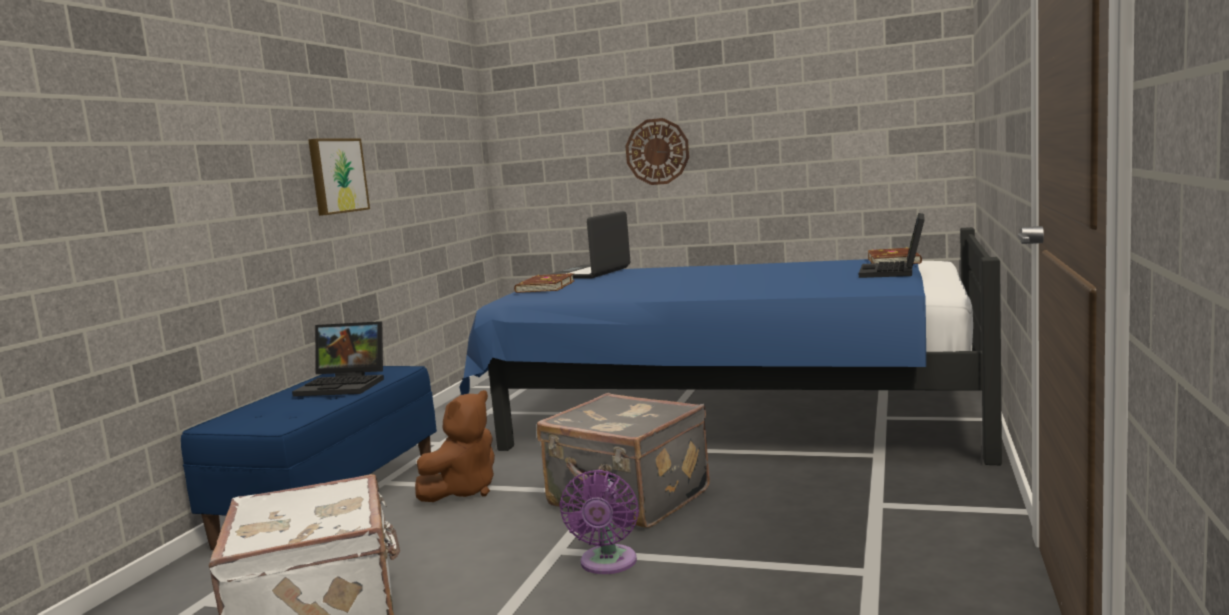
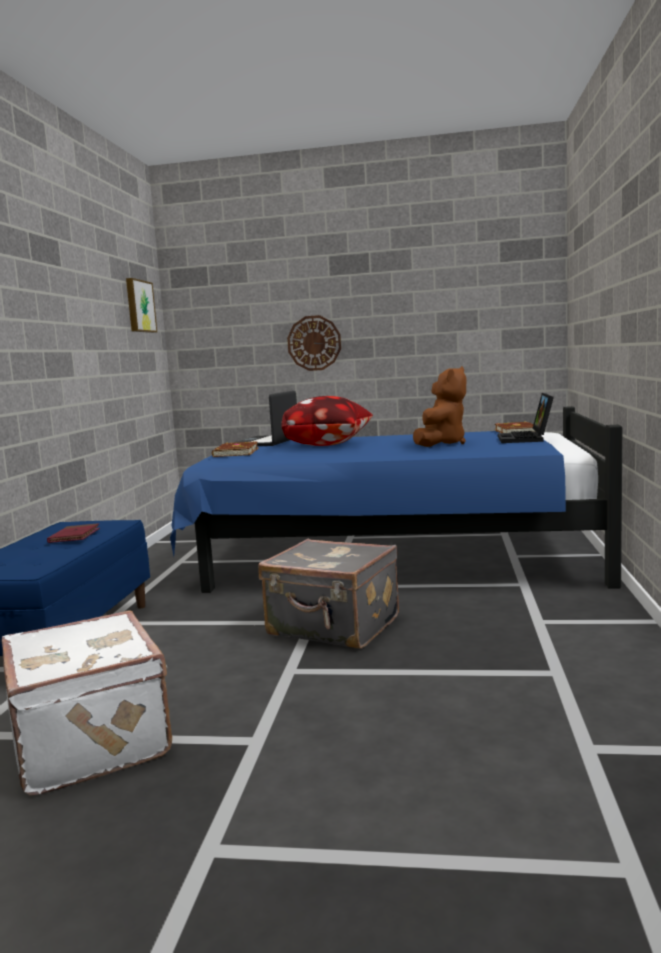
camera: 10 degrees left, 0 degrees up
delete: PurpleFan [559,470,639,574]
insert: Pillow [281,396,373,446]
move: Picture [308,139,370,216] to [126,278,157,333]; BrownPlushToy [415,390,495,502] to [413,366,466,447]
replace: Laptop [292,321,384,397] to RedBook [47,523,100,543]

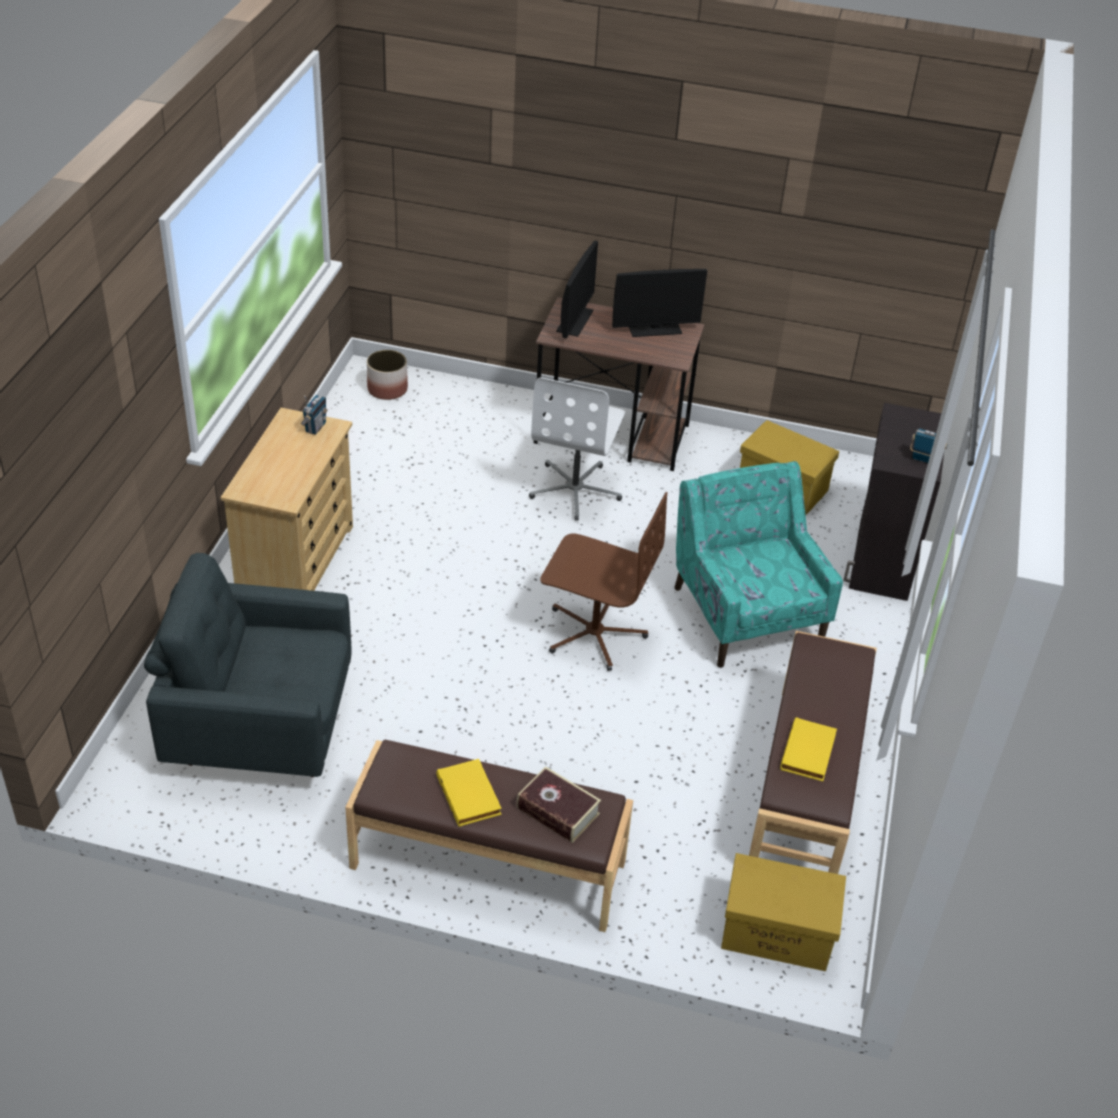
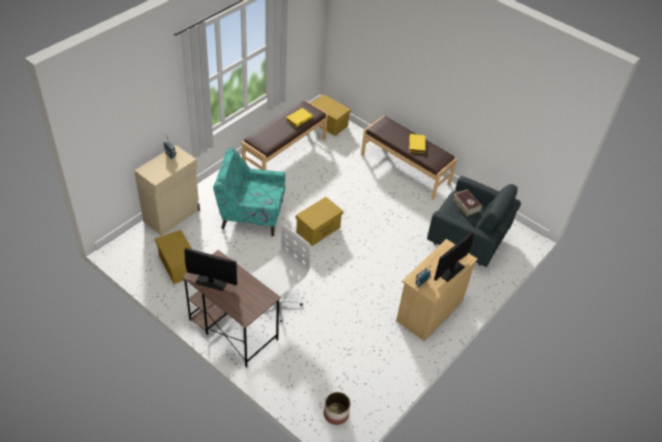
camera: 155 degrees left, 5 degrees up
move: Book [517,766,601,843] to [453,189,482,216]; Monitor [556,241,598,339] to [434,232,473,282]
replace: BrownOfficeChair [540,492,668,671] to YellowStorageBox [296,197,343,246]
recolor: BlackCabinet [843,403,944,601] to BeigeCabinet [134,145,200,236]
rotate: TurquoiseArmchair [674,461,843,668] = [213,148,285,237] 90 degrees clockwise

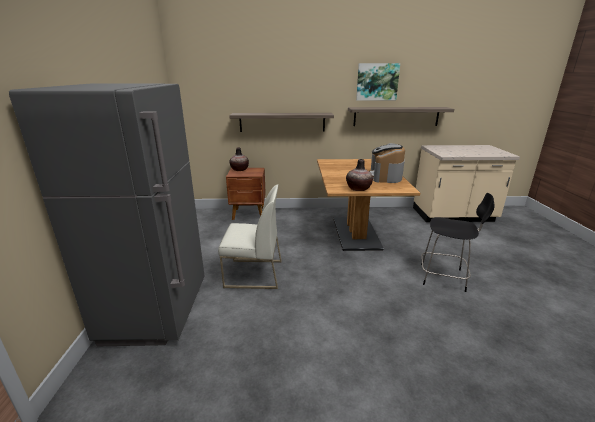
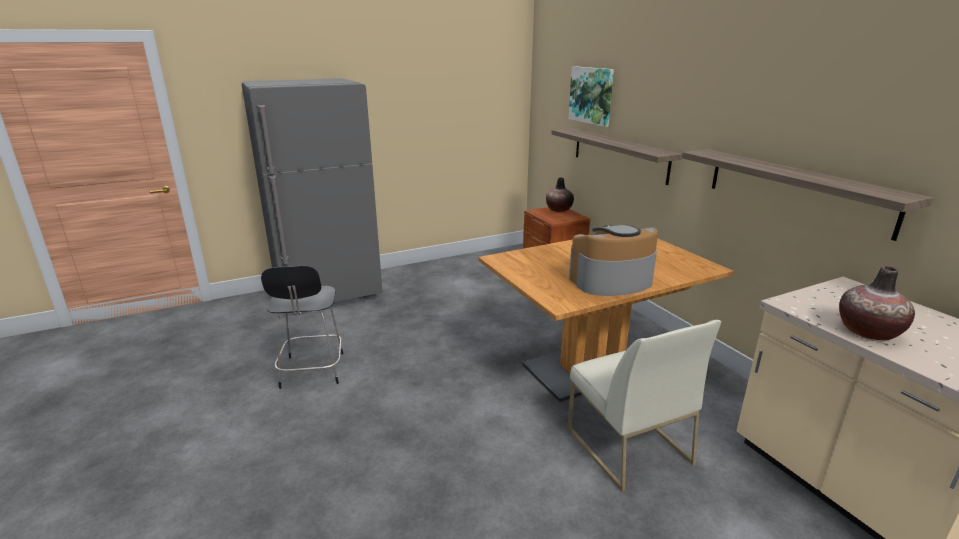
camera: 65 degrees right, 0 degrees up
move: WhiteChair [218,184,282,289] to [567,320,721,492]; Vase [346,159,373,191] to [839,266,915,340]; Picture [356,63,400,100] to [568,66,614,127]; BlackStool [421,193,494,292] to [261,266,343,389]

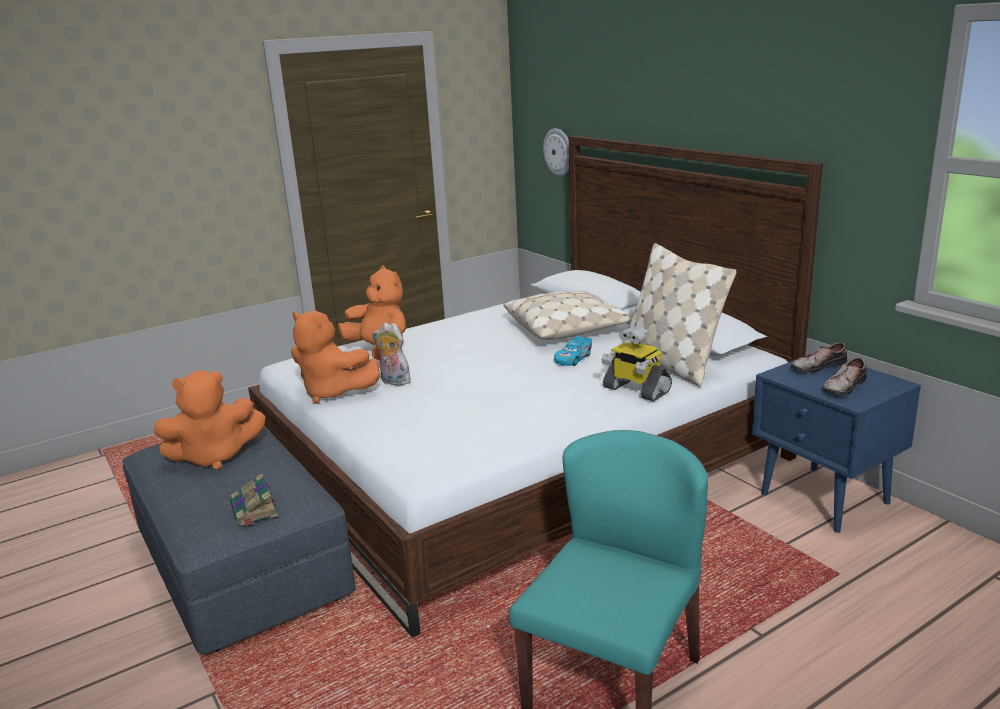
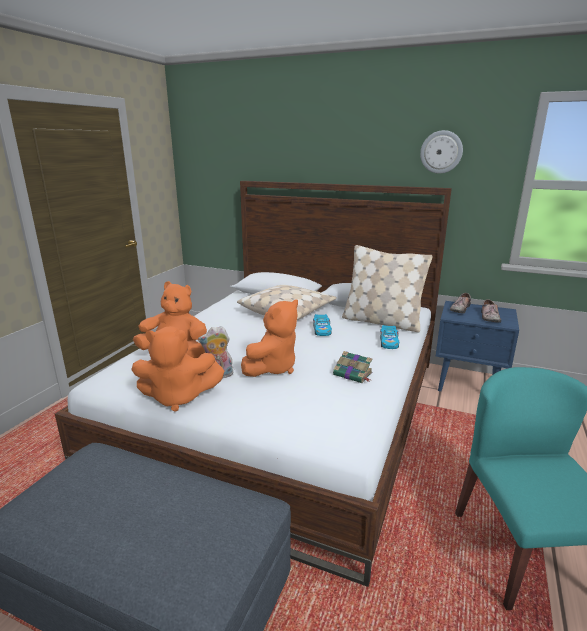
camera: 35 degrees left, 0 degrees up
move: OrangePlushToy [153,370,265,470] to [241,299,298,377]; Book [230,473,278,527] to [333,351,372,383]; WallClock [543,128,569,176] to [420,130,463,174]
replace: ToyRobot [601,326,672,401] to ToyCar [380,325,399,349]

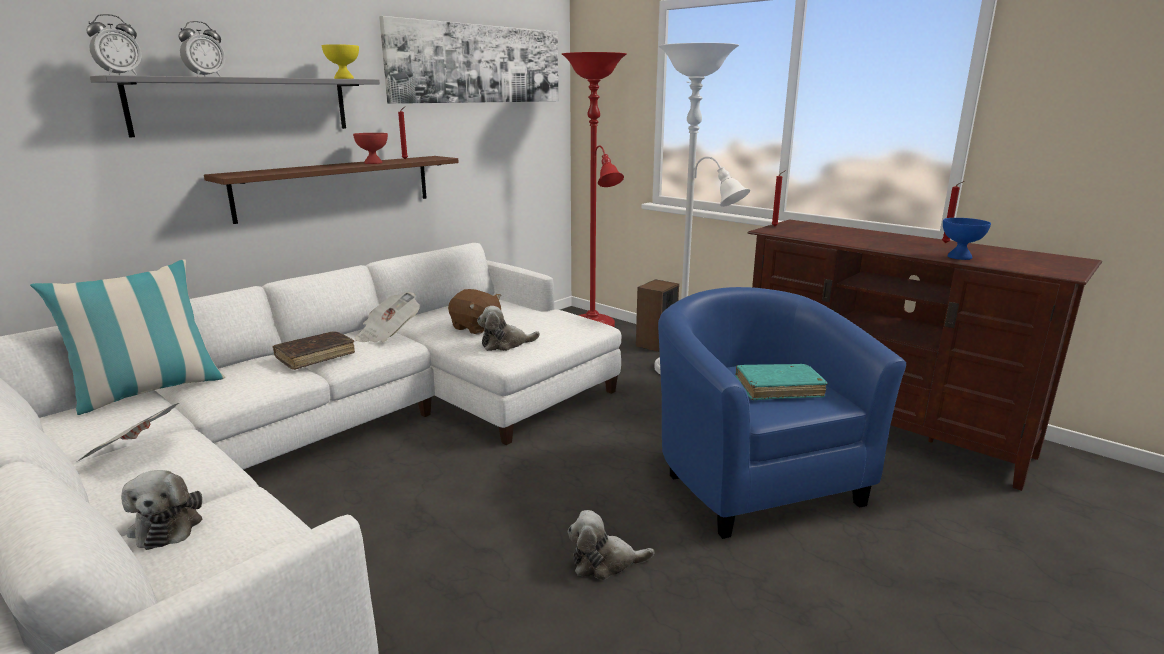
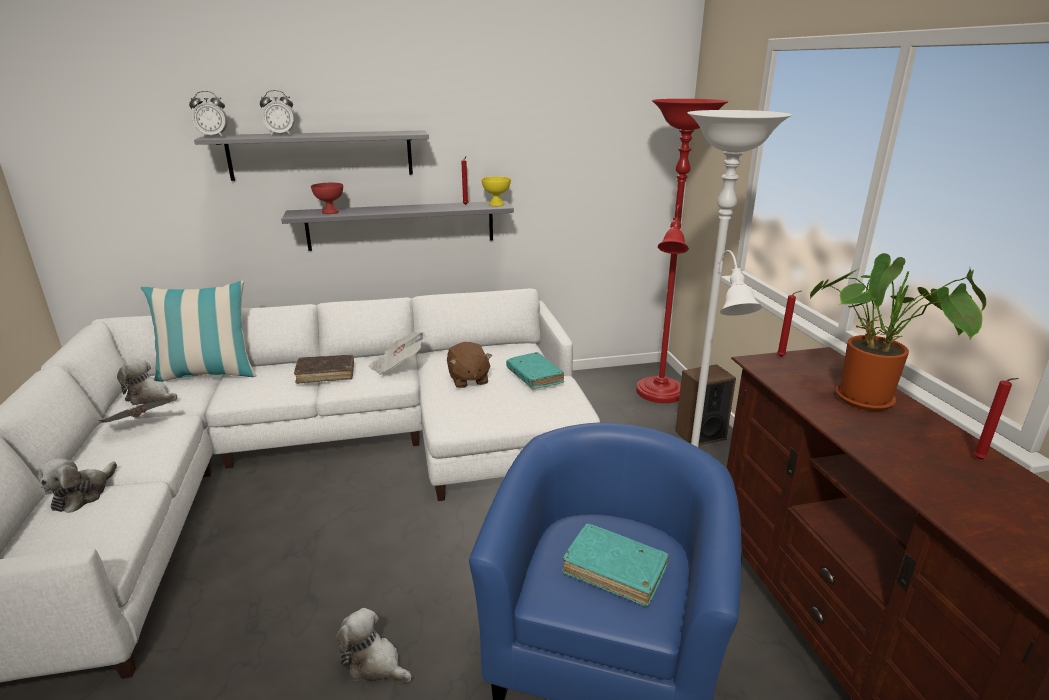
camera: 35 degrees right, 5 degrees up
delete: Picture [379,16,558,104]; BlueBowl [943,218,991,260]
insert: TurquoiseBook [506,352,564,388]; PottedPlant [809,253,986,411]
move: YellowBowl [322,44,359,79] to [481,176,511,206]; RedBowl [353,133,388,164] to [311,183,343,214]; PlushToy [477,306,540,351] to [117,359,177,405]
recolor: BrownShelf [204,156,459,224] to GreyShelf [281,201,514,251]

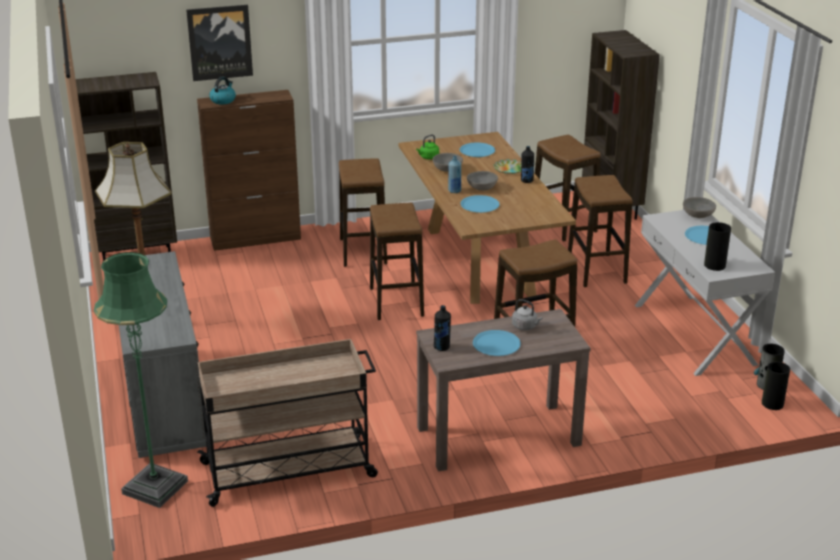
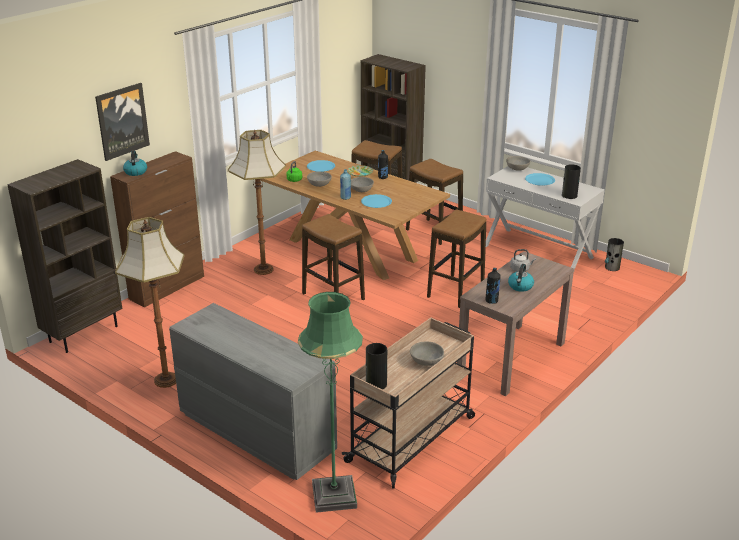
camera: 35 degrees left, 0 degrees up
insert: GreyBowl [410,341,444,366]
move: Vase [762,362,790,410] to [366,343,387,389]
replace: Stool [339,158,387,267] to FloorLamp [228,130,286,275]; BluePlate [473,330,521,356] to Kettle [508,264,534,292]

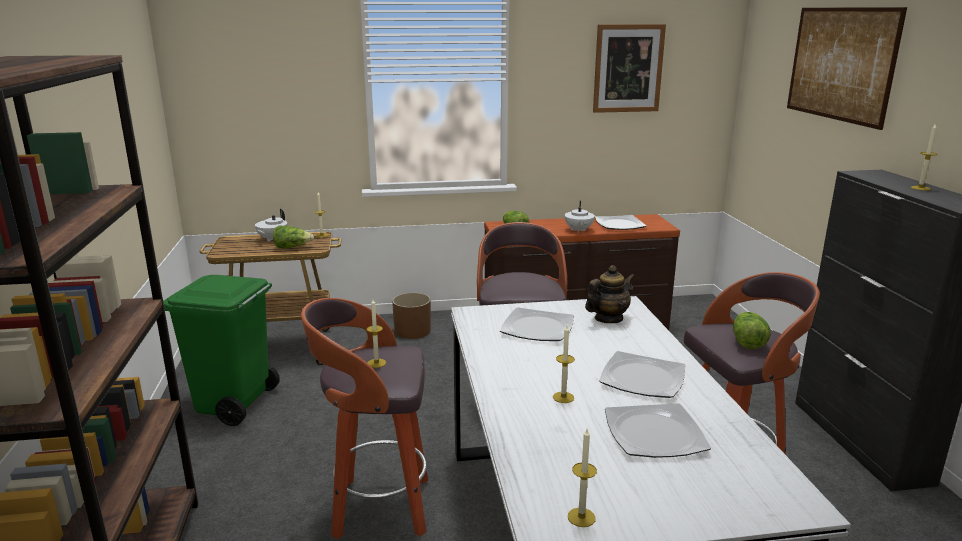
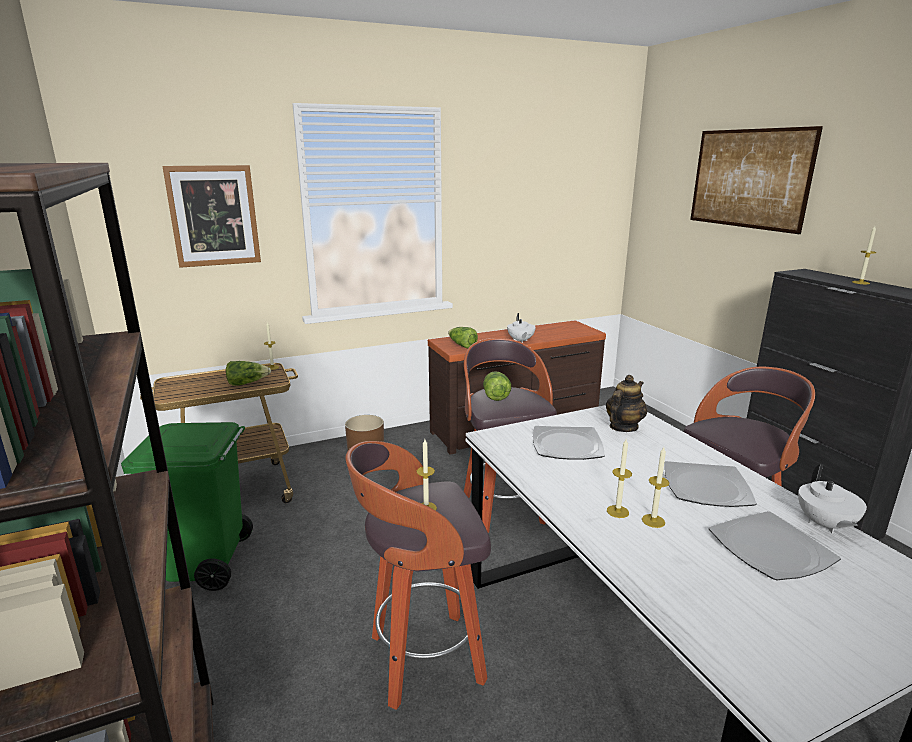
camera: 15 degrees left, 0 degrees up
delete: Plate [595,215,646,230]
move: WhiteTeapot [255,209,287,242] to [798,465,867,534]; Candle [568,429,597,527] to [607,439,632,518]; Picture [593,24,666,113] to [162,165,261,268]; Lettuce [733,312,771,349] to [483,371,511,401]

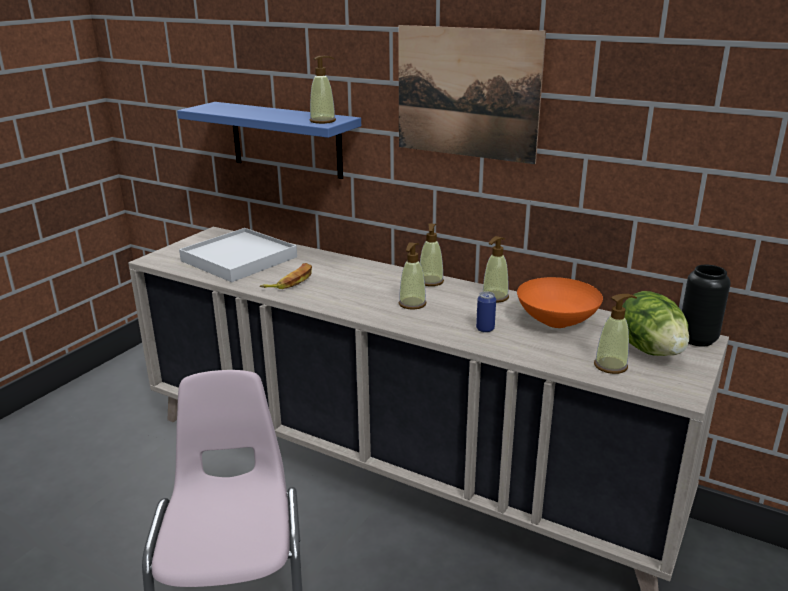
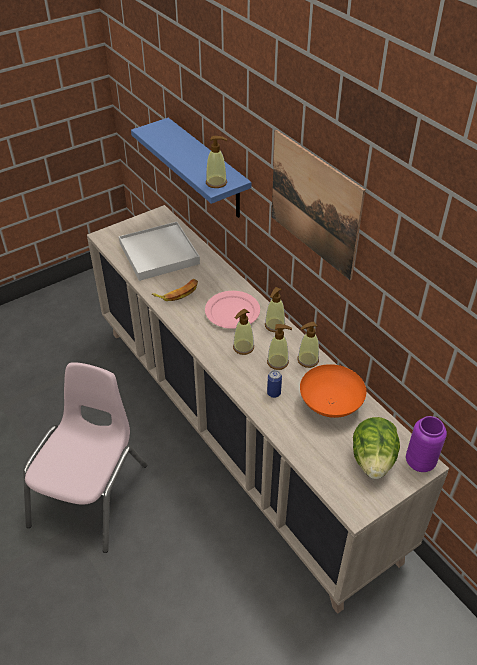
camera: 25 degrees right, 20 degrees up
insert: PinkPlate [205,291,260,329]
move: SoapDispenser [594,294,637,374] to [267,324,292,370]
recolor: BlackVase [682,265,731,347] to PurpleVase [406,416,447,472]

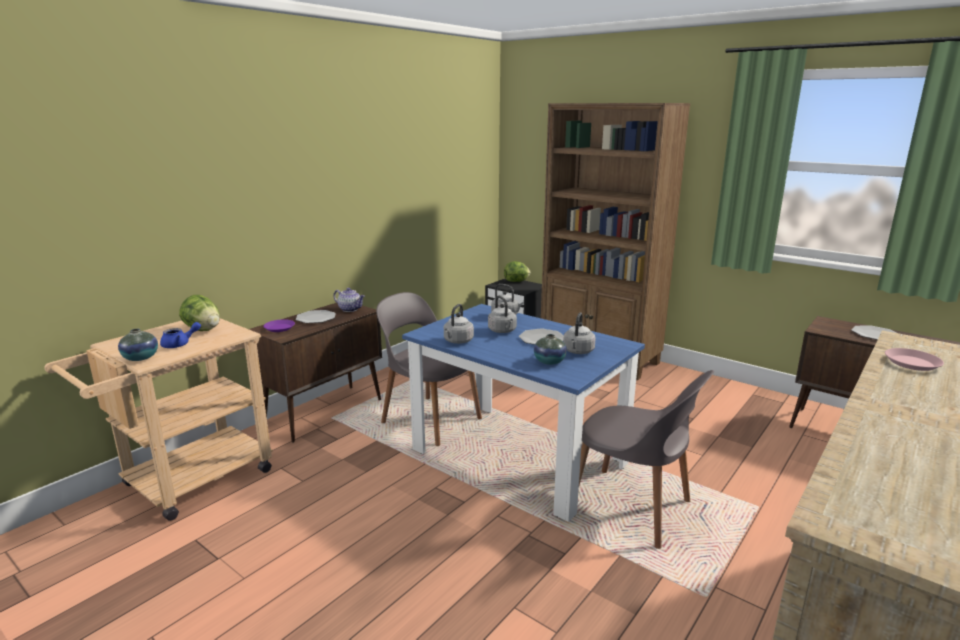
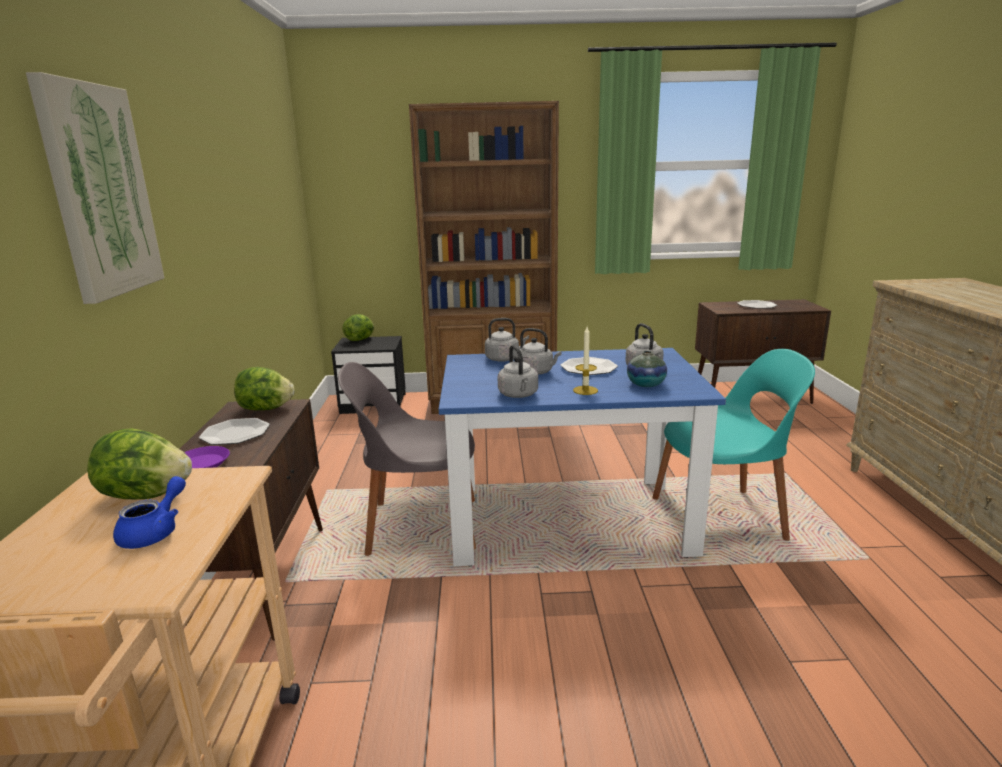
camera: 40 degrees left, 0 degrees up
delete: Vase [118,329,158,361]; PinkPlate [885,348,944,371]
insert: Picture [26,72,164,304]; Candle [573,327,598,395]
replace: Teapot [333,288,365,312] to Lettuce [234,367,294,410]
recolor: GreyChair [579,370,714,549] to TurquoiseChair [652,349,815,541]

